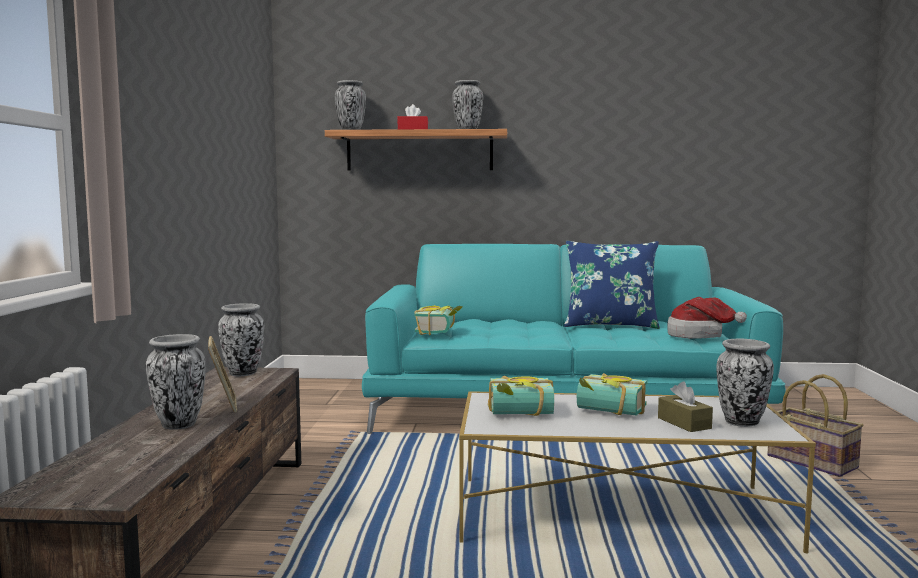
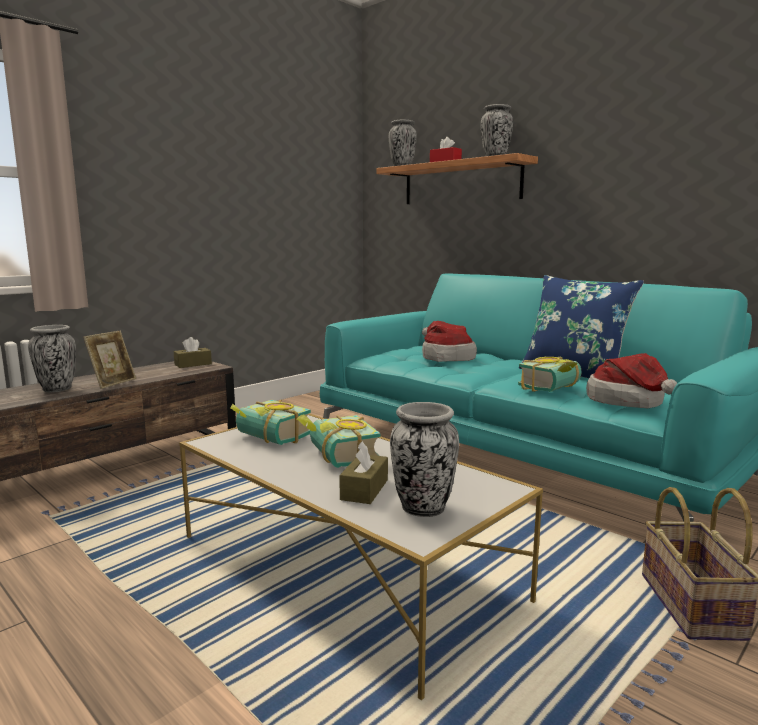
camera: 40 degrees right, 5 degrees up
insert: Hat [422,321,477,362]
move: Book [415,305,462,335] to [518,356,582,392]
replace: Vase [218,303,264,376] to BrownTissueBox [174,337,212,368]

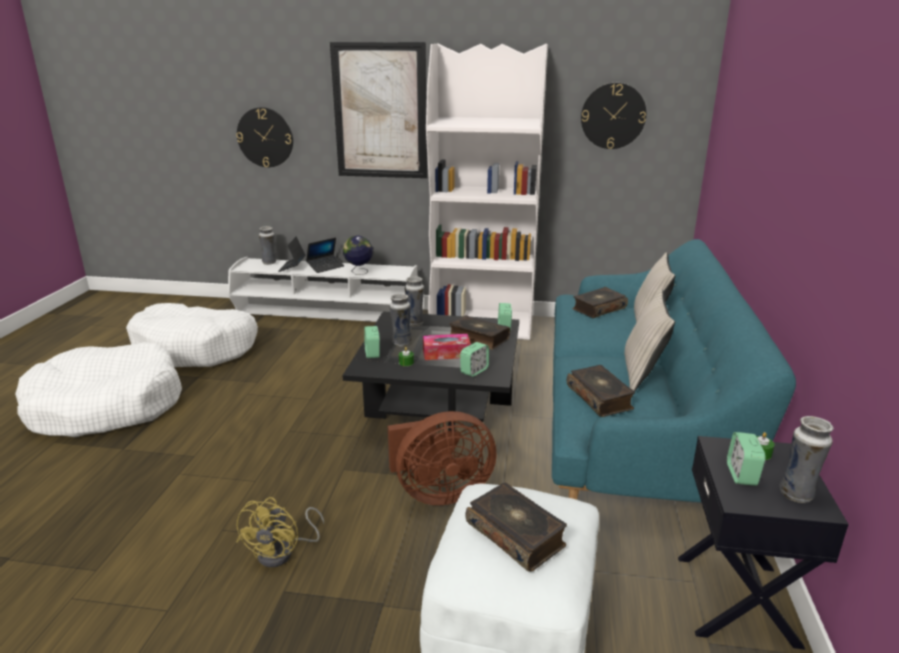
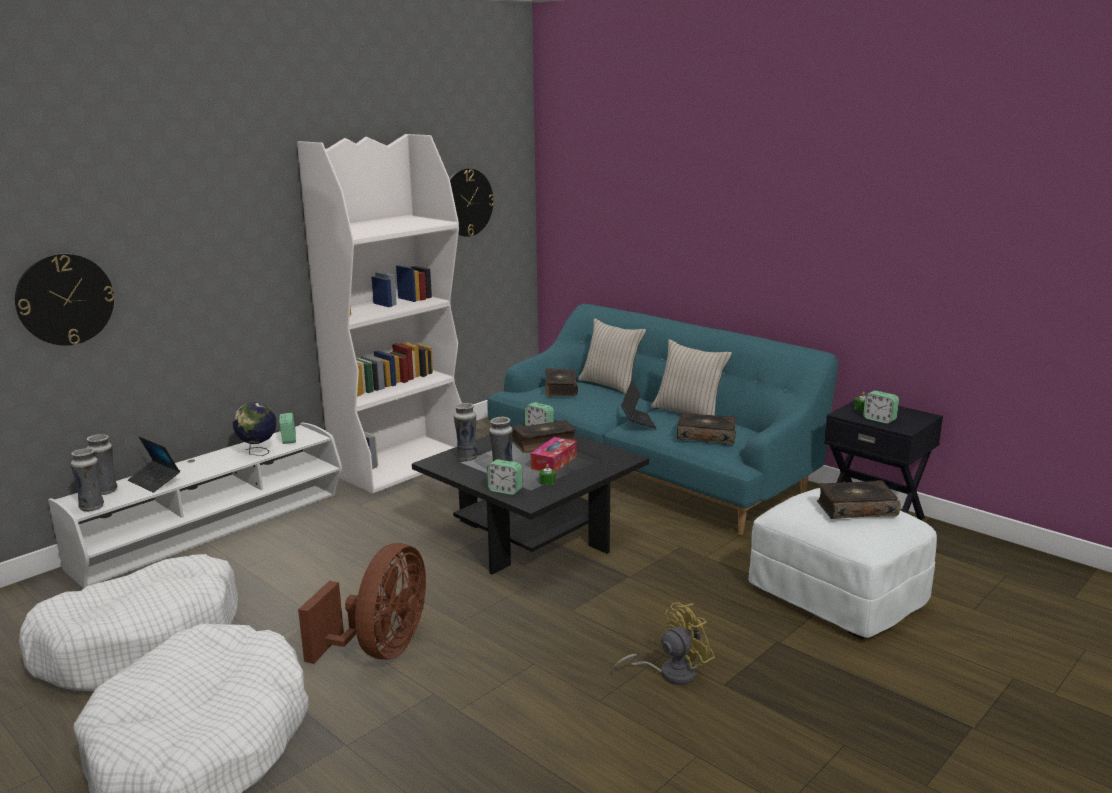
camera: 55 degrees left, 5 degrees down
delete: Picture [330,42,427,178]
move: Laptop [306,238,344,273] to [621,380,656,428]; BrownFan [388,411,497,505] to [298,543,426,664]; AlarmClock [460,342,489,377] to [279,413,296,444]; Vase [780,416,834,503] to [71,448,104,512]
rotate: YellowFan [236,497,324,568] = [612,603,715,685] 75 degrees counterclockwise

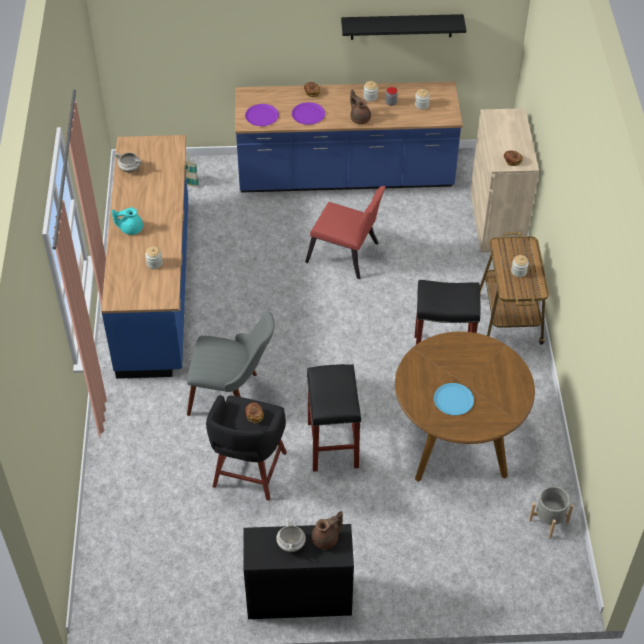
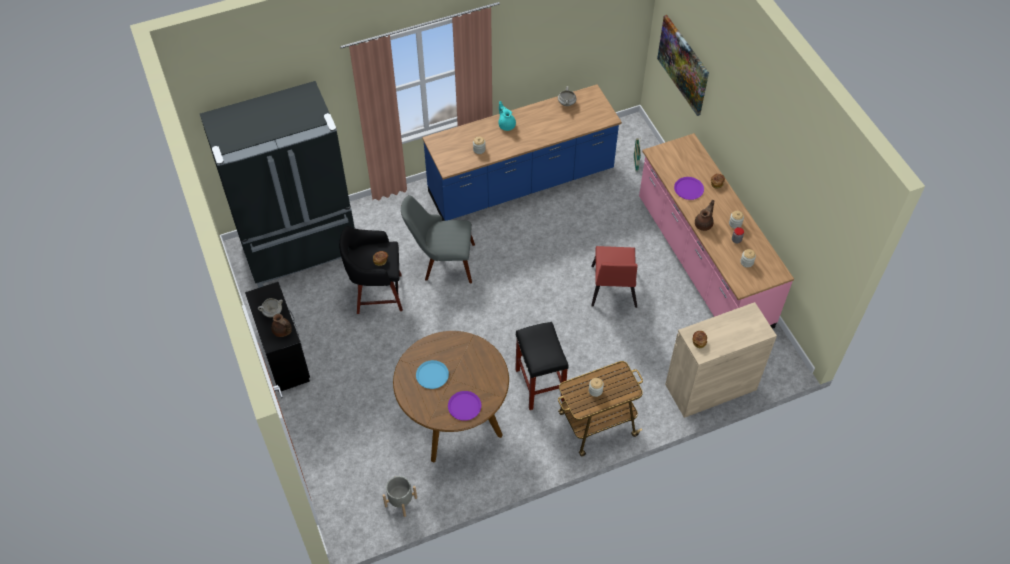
camera: 70 degrees right, 5 degrees up
delete: BlackStool [307,364,362,472]; BlackShelf [341,14,466,40]
insert: BlackFridge [200,81,355,288]; Picture [657,15,709,116]
move: PurplePlate [245,104,279,126] to [448,391,481,421]
recolor: BlueCounter [235,81,463,193] to PinkCounter [639,133,794,329]
rotate: GreyChair [187,312,275,416] = [401,195,475,283] 105 degrees clockwise

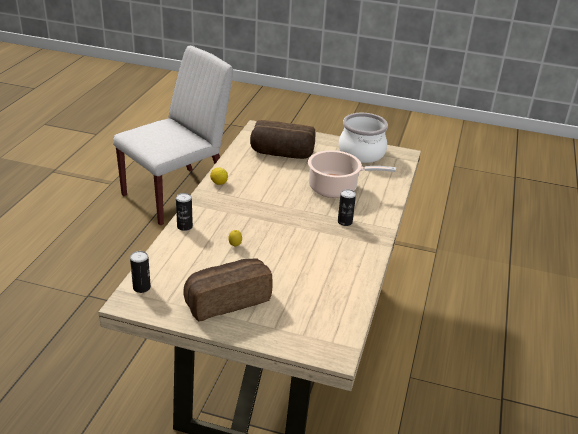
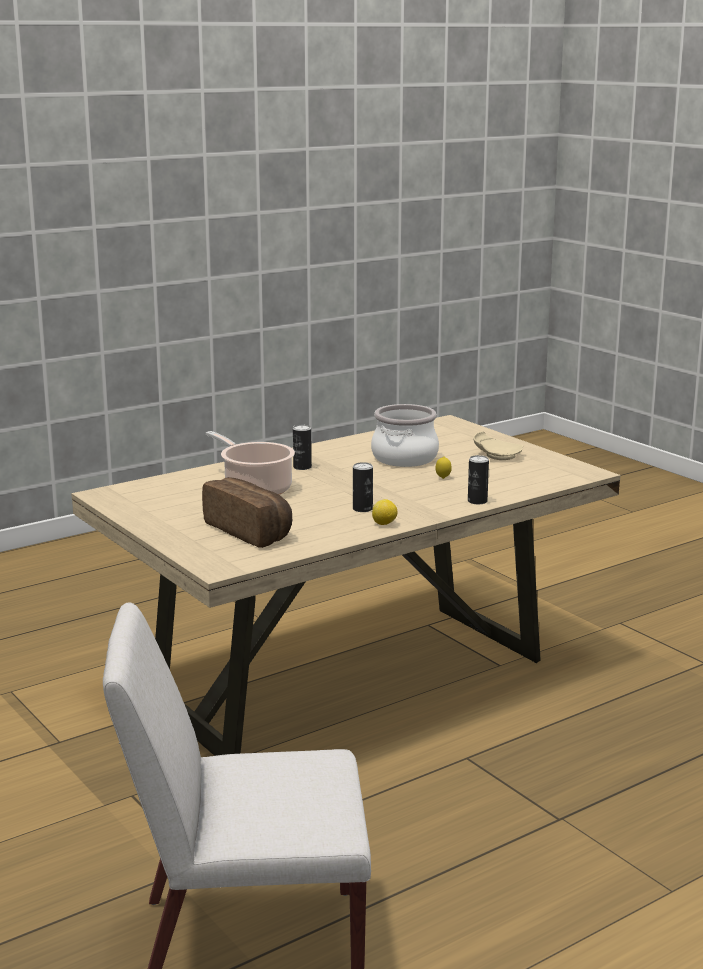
camera: 140 degrees left, 15 degrees down
move: Can [130,251,151,293] to [353,462,373,512]; CookingPot [339,113,388,163] to [371,404,439,467]
replace: Bread [183,259,272,321] to BeigePlate [473,431,523,460]

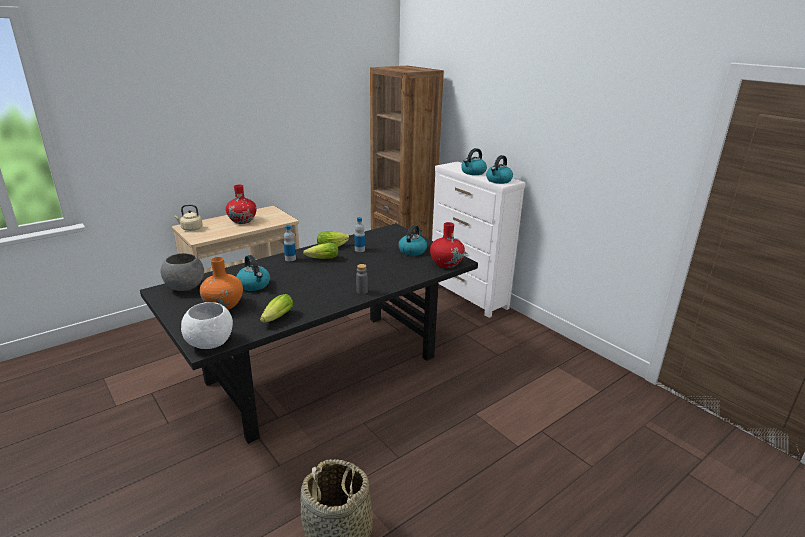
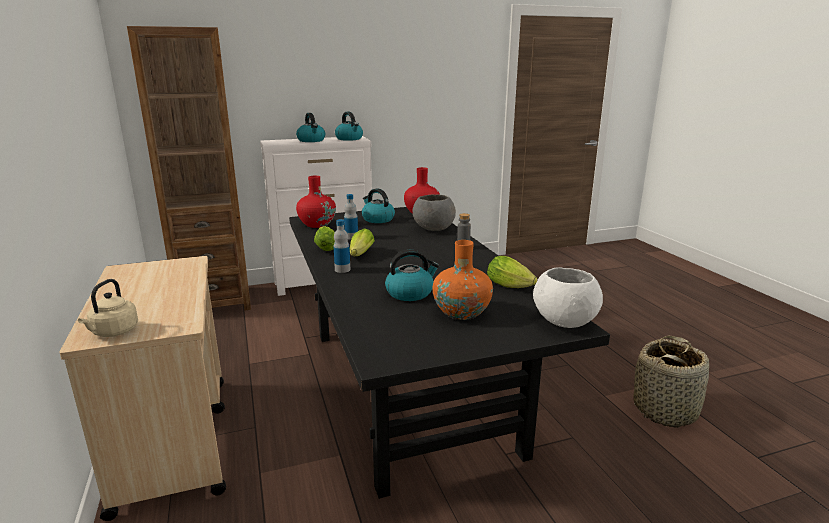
camera: 70 degrees left, 5 degrees down
move: GreyBowl [161,253,204,291] to [413,194,456,231]; RedVase [226,185,256,224] to [296,176,336,228]

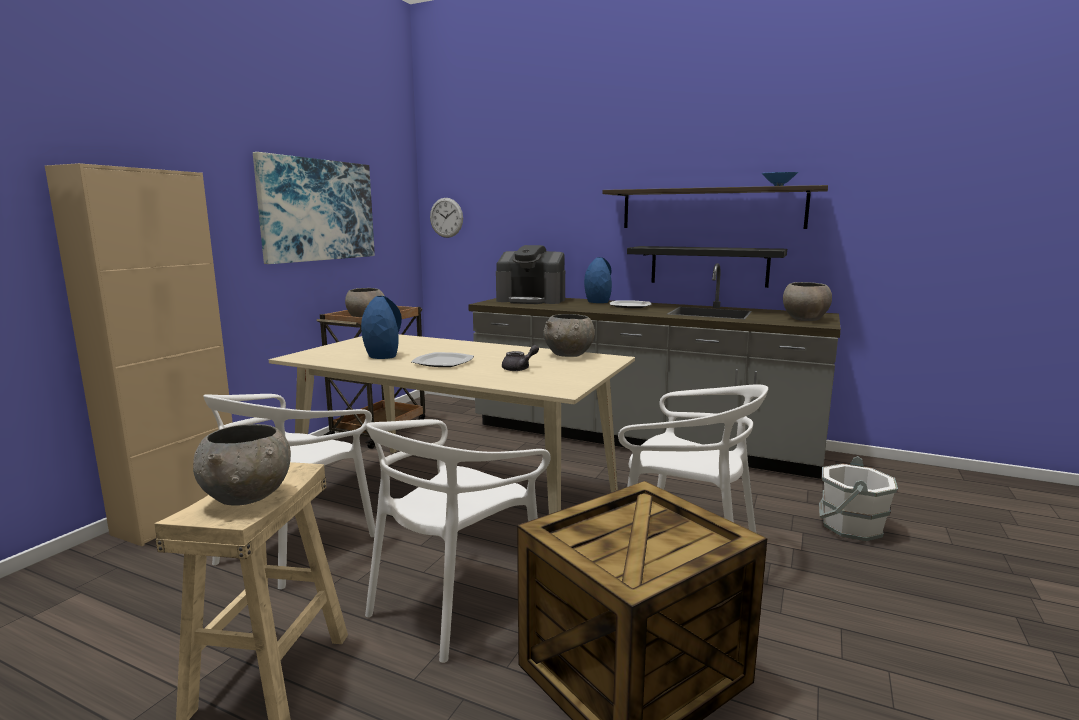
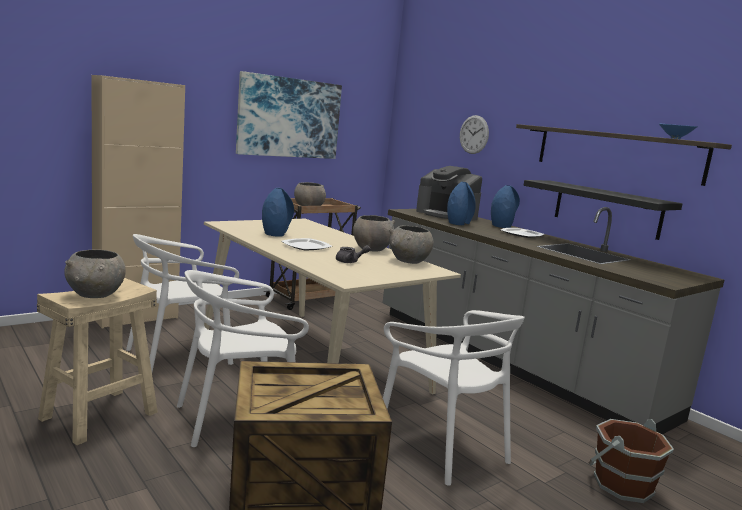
camera: 25 degrees right, 0 degrees up
insert: BlueVase [447,182,476,225]
move: WallClock [430,198,463,238] to [460,115,489,154]; GreyBowl [783,282,832,321] to [353,215,395,252]
recolor: WhiteBucket [819,456,898,541] to BrownBucket [589,419,674,503]

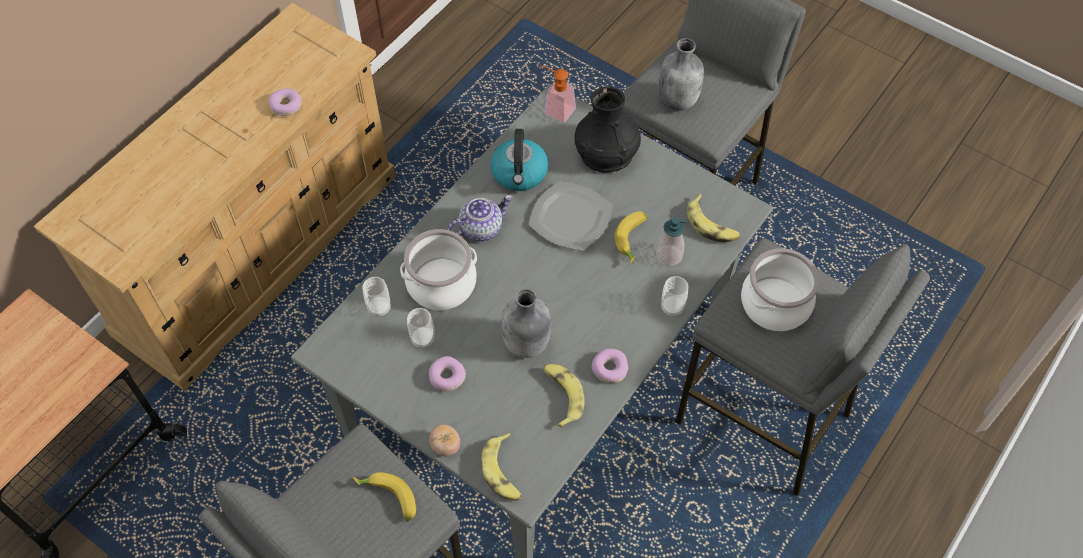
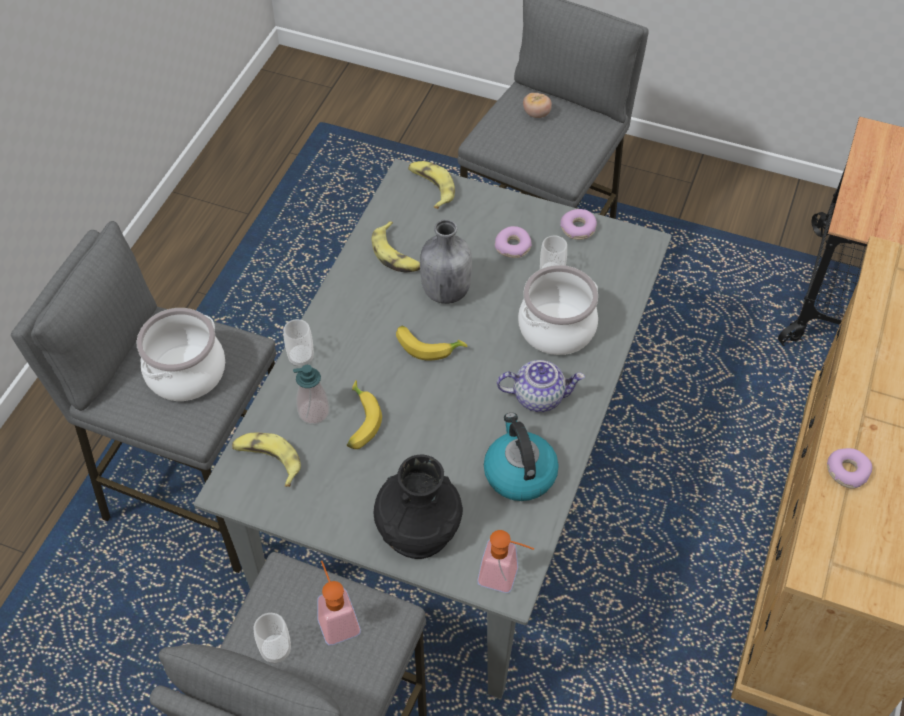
camera: 165 degrees right, 5 degrees down
delete: Plate [529,181,613,251]
move: Banana [353,472,416,522] to [396,325,467,361]; Cup [362,277,391,317] to [253,613,291,664]; Tomato [429,424,460,456] to [523,93,552,118]; Donut [592,349,628,383] to [560,209,597,240]
replace: GreyBottle [658,38,704,110] to SoapDispenser [317,560,361,645]
rotate: Teapot [447,195,513,242] = [497,360,585,412] 135 degrees counterclockwise

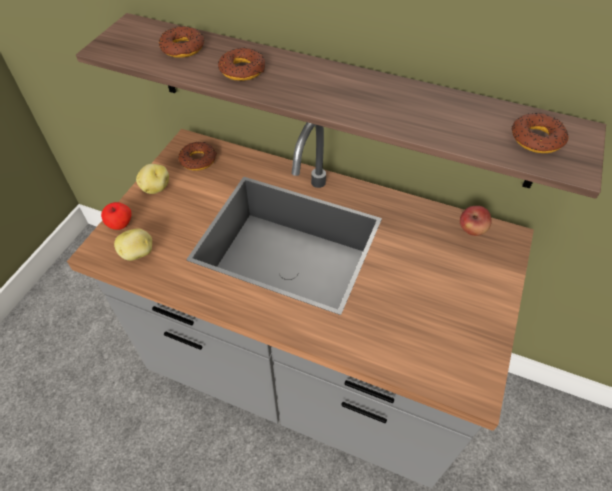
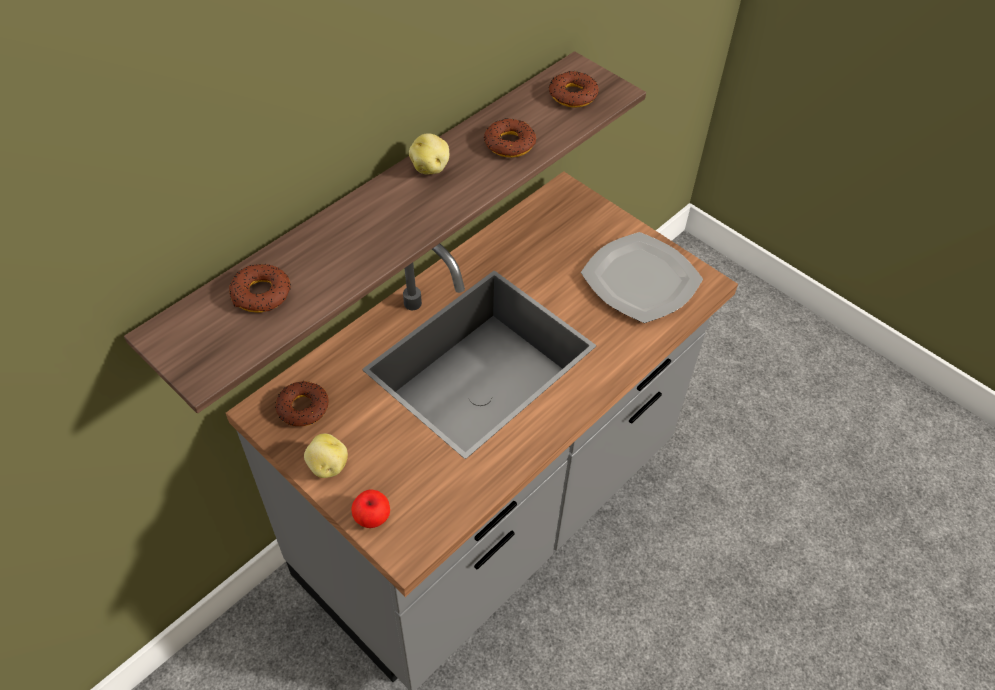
camera: 70 degrees left, 0 degrees up
delete: Apple [460,206,492,236]
insert: Plate [581,232,703,323]
move: Potato [114,229,152,261] to [409,133,449,174]; Donut [218,47,265,81] to [484,118,536,158]

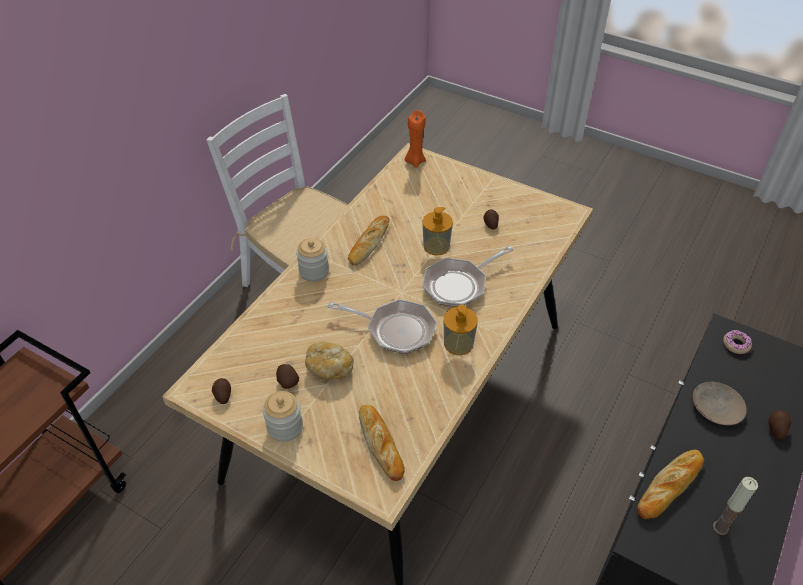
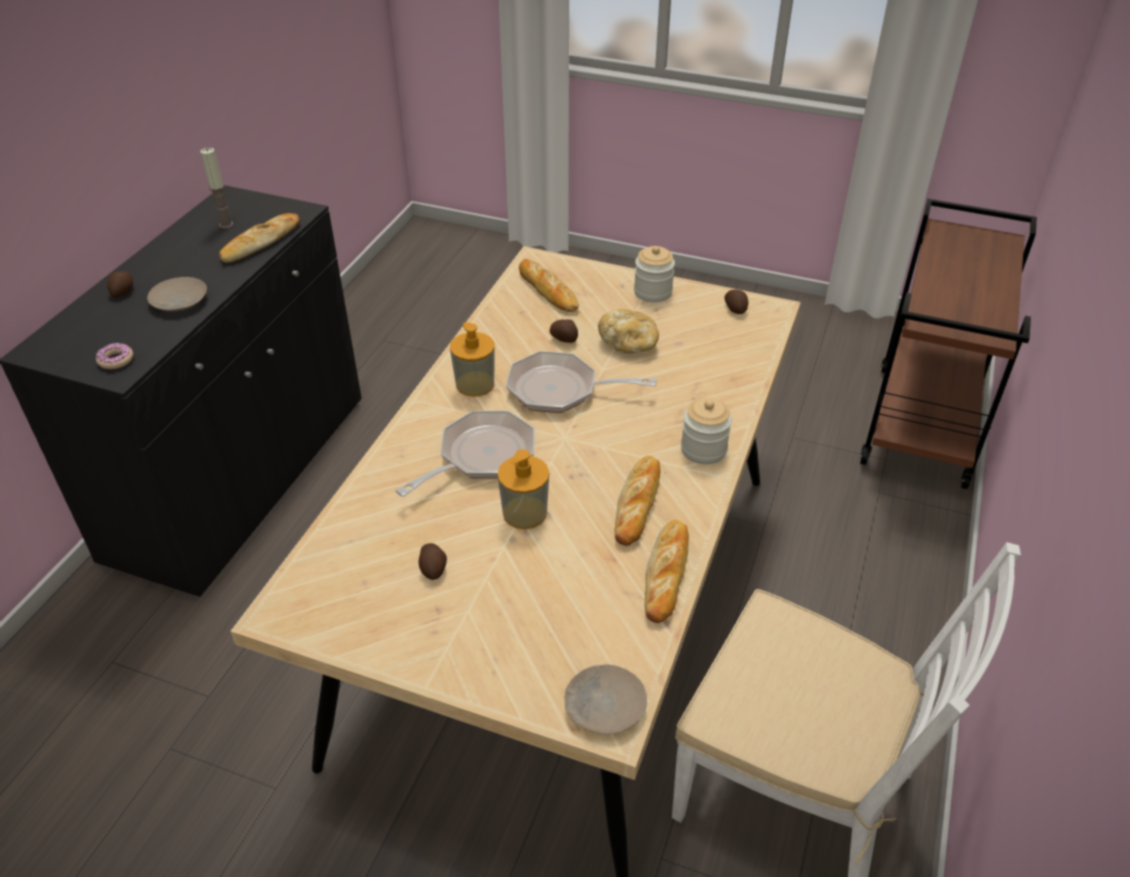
camera: 170 degrees right, 5 degrees down
insert: Bread [645,519,689,623]
move: Potato [276,364,299,389] to [550,319,578,343]
replace: OrangeCandle [405,110,426,168] to BeigePlate [565,665,647,734]

